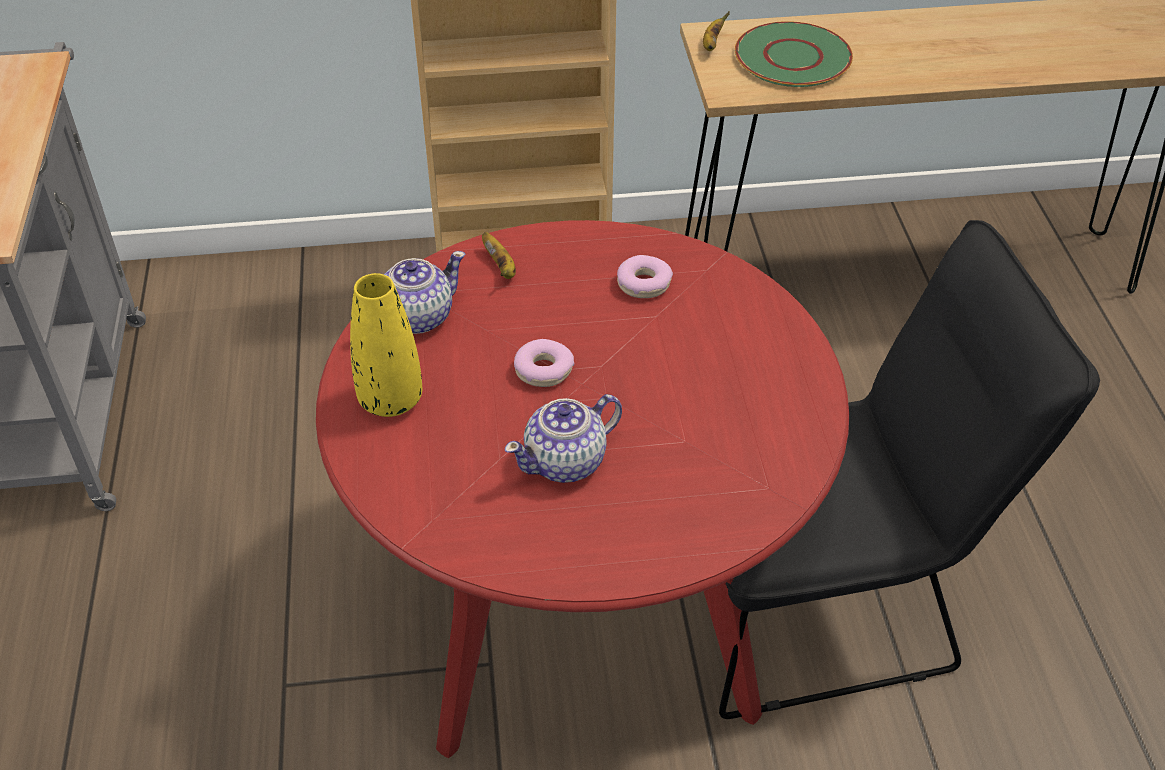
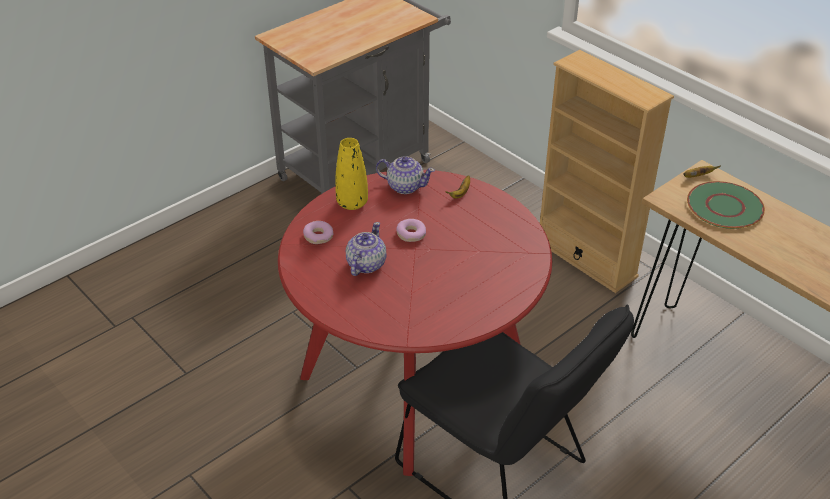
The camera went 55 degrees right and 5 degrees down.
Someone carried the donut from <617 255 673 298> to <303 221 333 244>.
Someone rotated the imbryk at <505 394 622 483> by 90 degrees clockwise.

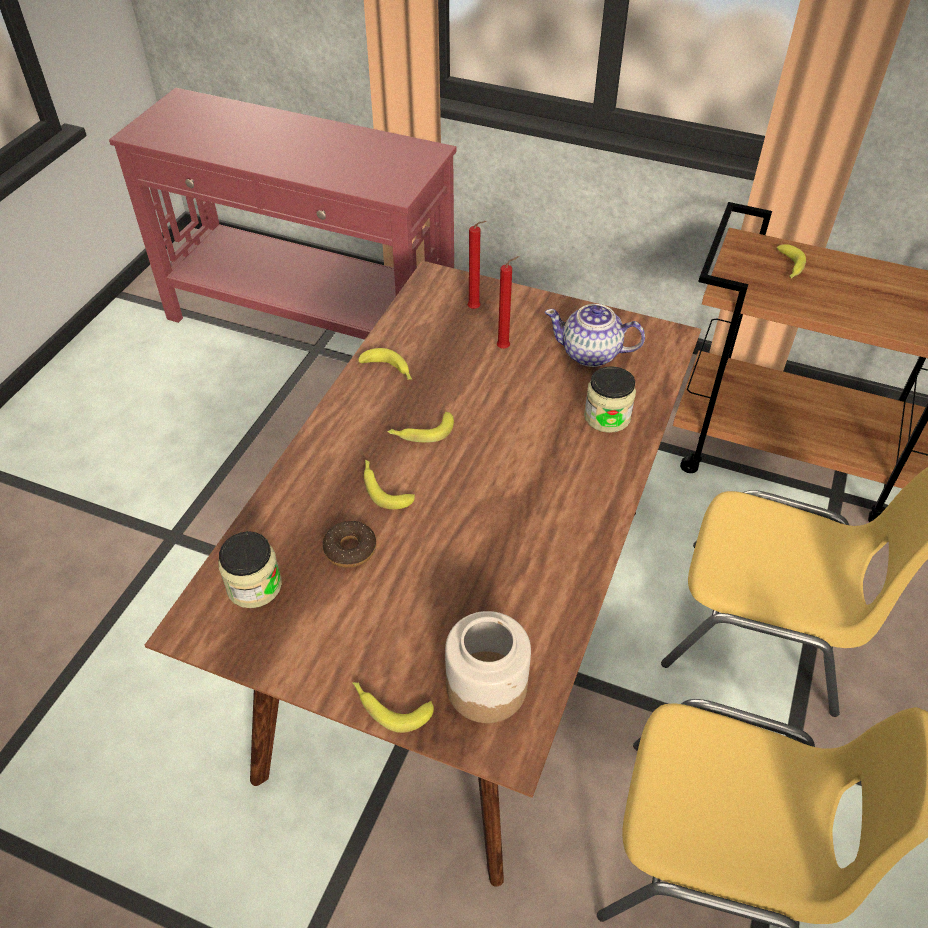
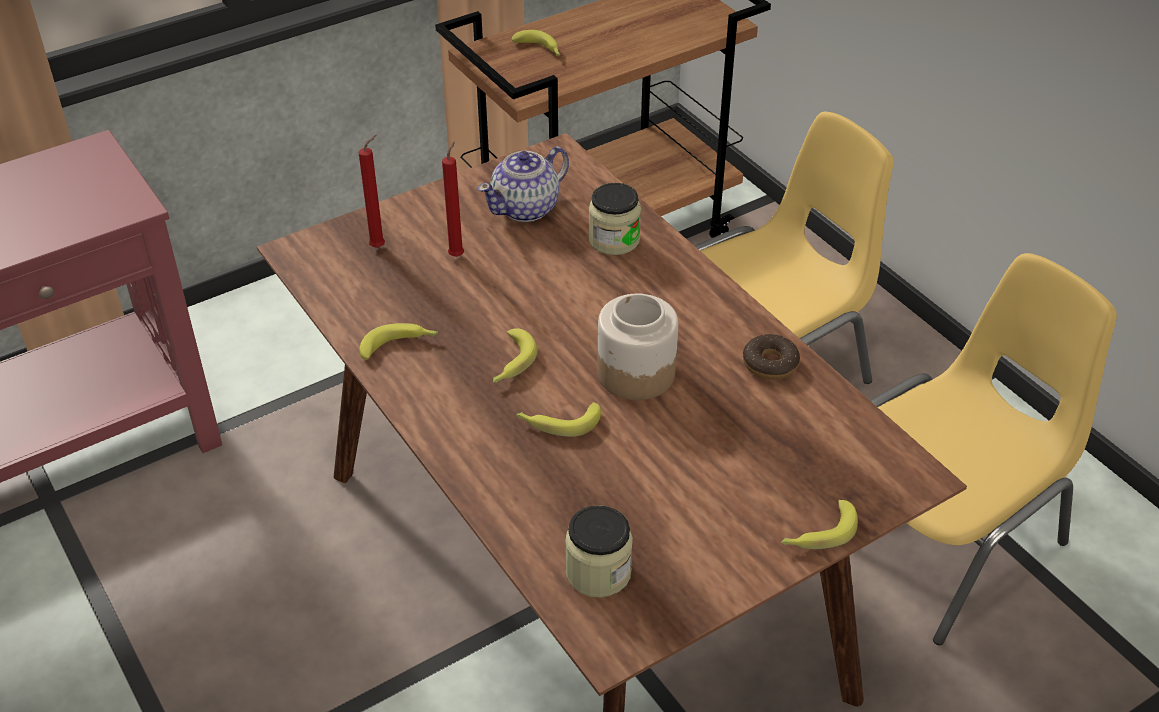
The camera went 55 degrees left and 5 degrees down.
Someone carried the donut from <323 521 376 568> to <743 334 800 380>.
Someone carried the słoik from <445 611 531 723> to <597 293 678 400>.

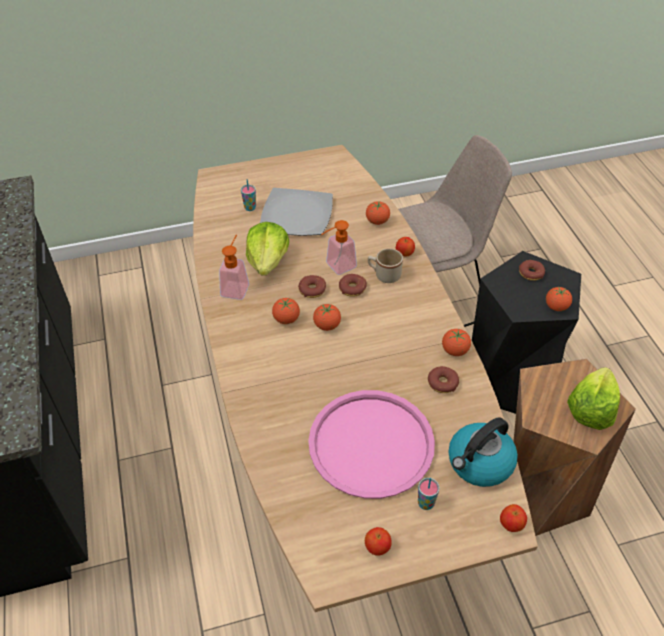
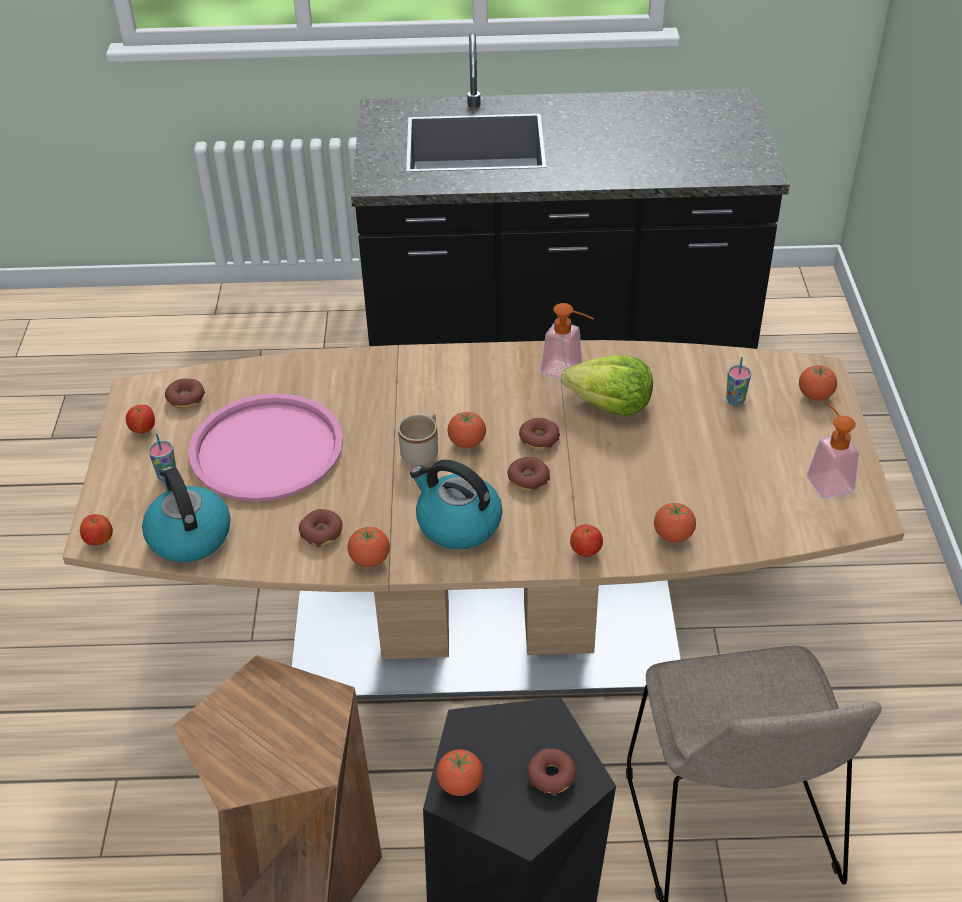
The camera went 105 degrees right and 5 degrees down.
Someone took away the talerz at <260 188 333 236>.
Someone took away the sałata at <567 367 620 430>.
Someone put down the donut at <165 378 205 408>.
Someone put down the czajnik at <410 460 503 550>.
Someone carried the pomidor from <272 298 300 324> to <799 365 837 401>.
Someone carried the dozownik mydła from <321 220 357 275> to <807 401 859 499>.
Someone carried the kubek [beżowy] from <368 249 403 283> to <398 412 438 466>.

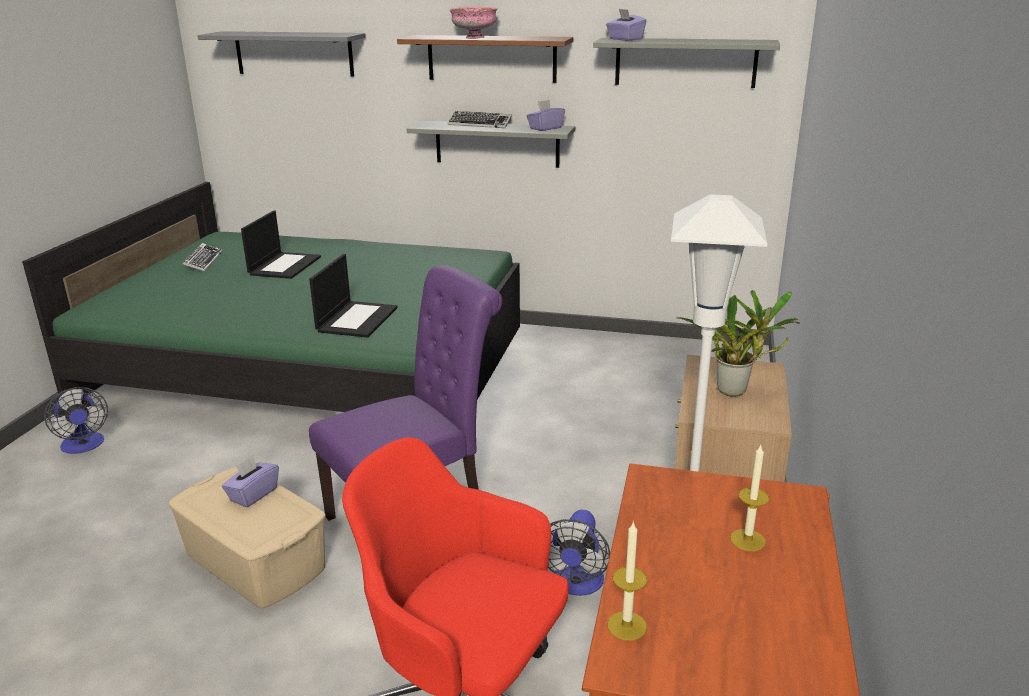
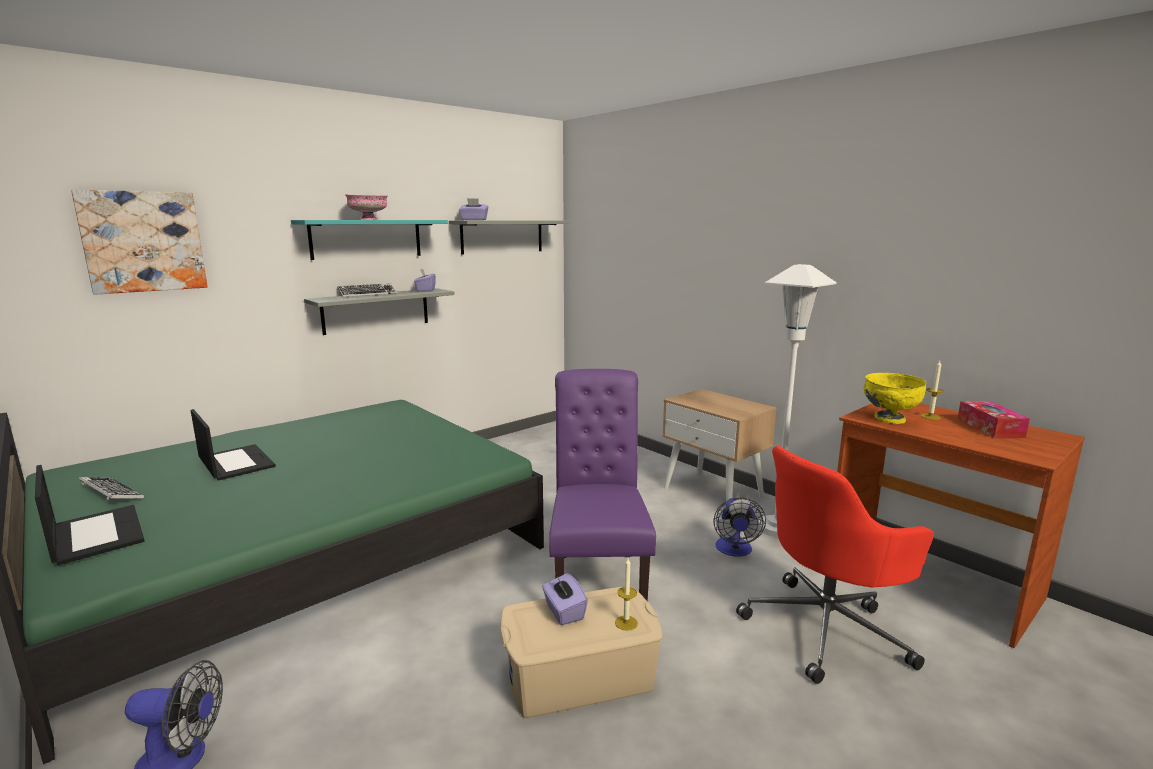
The camera went 55 degrees left and 10 degrees down.
Someone took away the roślina doniczkowa at <676 290 799 397>.
Someone put down the miska [żółty] at <864 373 926 424>.
Someone put down the pudełko chusteczek at <958 401 1030 438>.
Someone carried the laptop from <309 254 398 338> to <35 465 144 565>.
Someone carried the świeca from <607 521 647 641> to <615 558 638 631>.
Someone swapped the półka [szary] at <197 31 365 76> for the obraz at <71 190 208 295>.
Someone repainted the półka [brązowy] at <397 35 573 83>, which became the półka [turkusowy] at <291 220 448 260>.
Someone rotated the wentylator at <548 510 610 596> by 45 degrees clockwise.

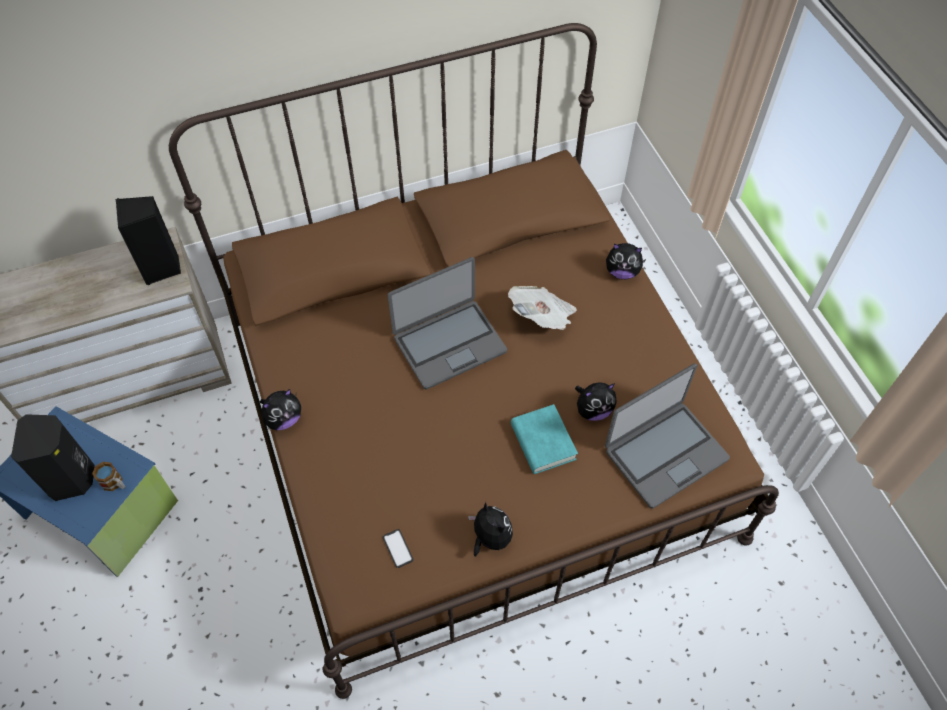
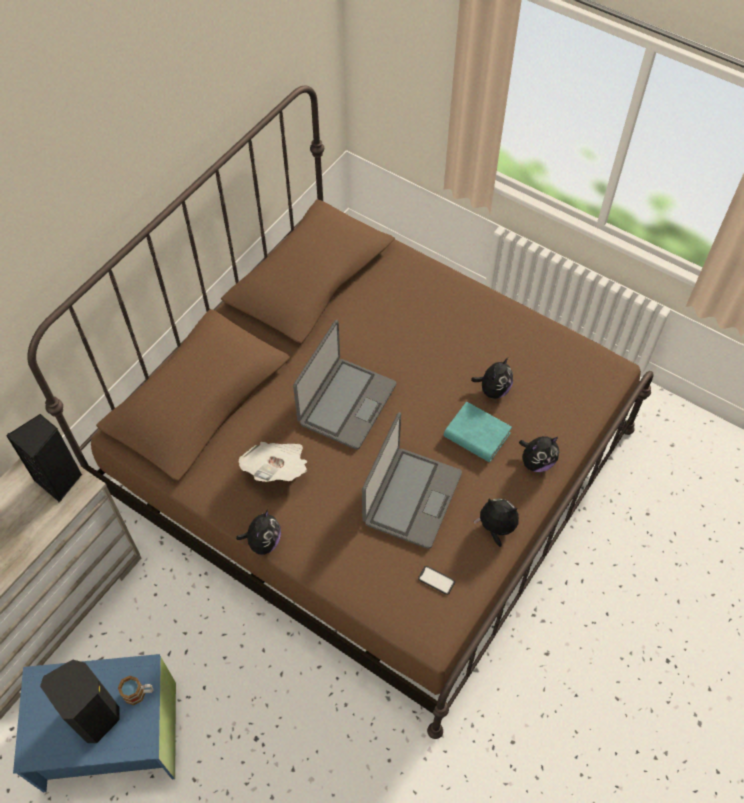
The camera went 35 degrees left and 0 degrees up.
Someone carried the gazeta from <508 286 577 330> to <239 442 307 482>.
Someone carried the laptop from <605 364 730 509> to <362 412 462 549>.
Someone carried the pluszak from <606 243 646 279> to <519 436 559 472>.

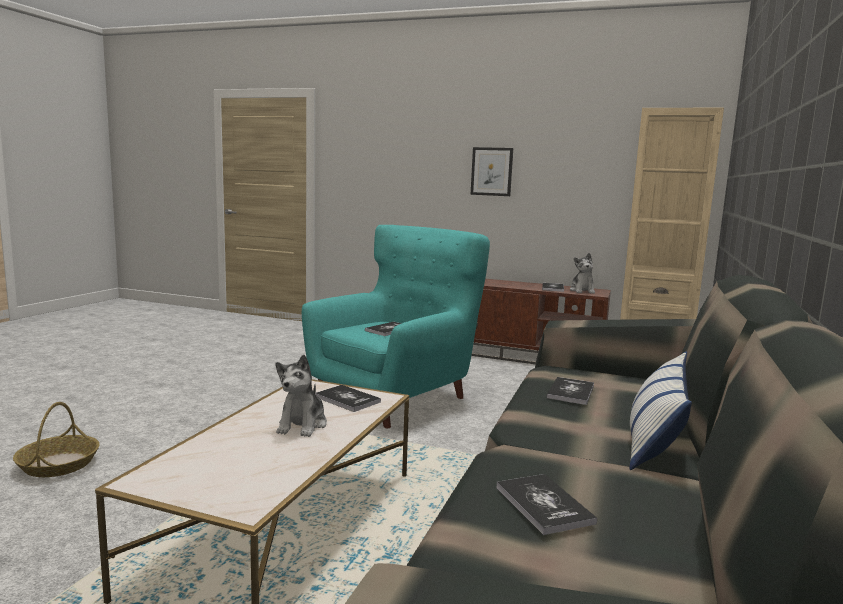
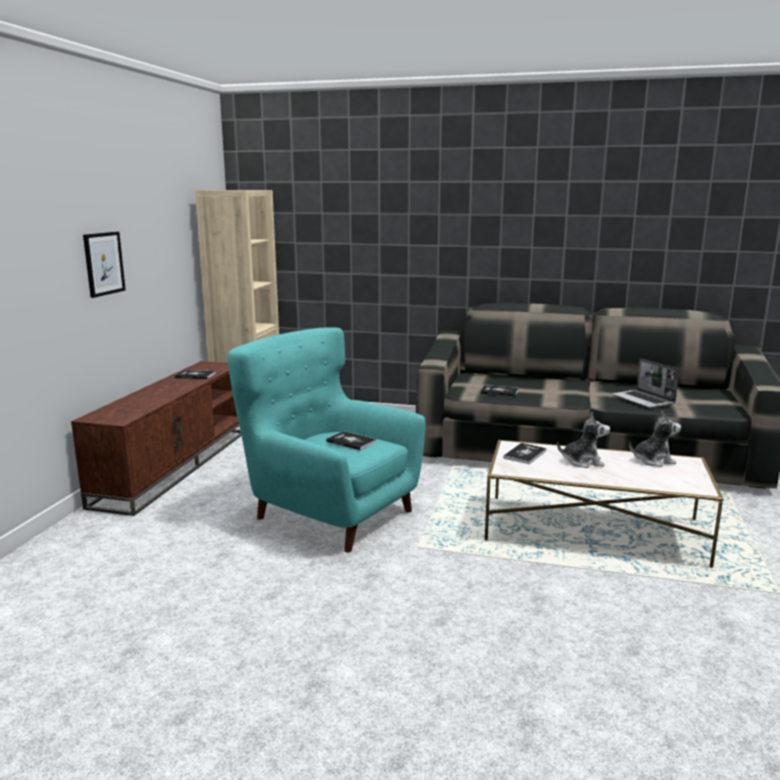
The camera went 95 degrees left and 5 degrees up.
Someone took away the koszyk at <13 402 100 477>.
Someone took away the poduszka at <630 351 692 470>.
Someone carried the pluszak from <570 253 595 294> to <629 410 681 467>.
Someone swapped the książka at <496 474 597 535> for the laptop at <612 358 679 408>.

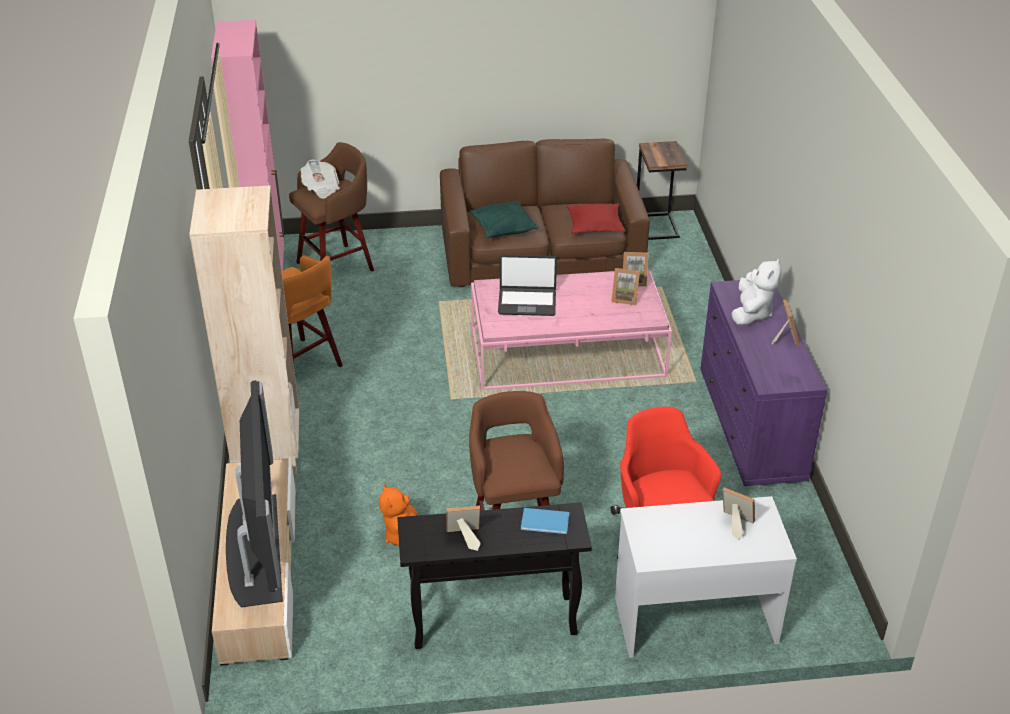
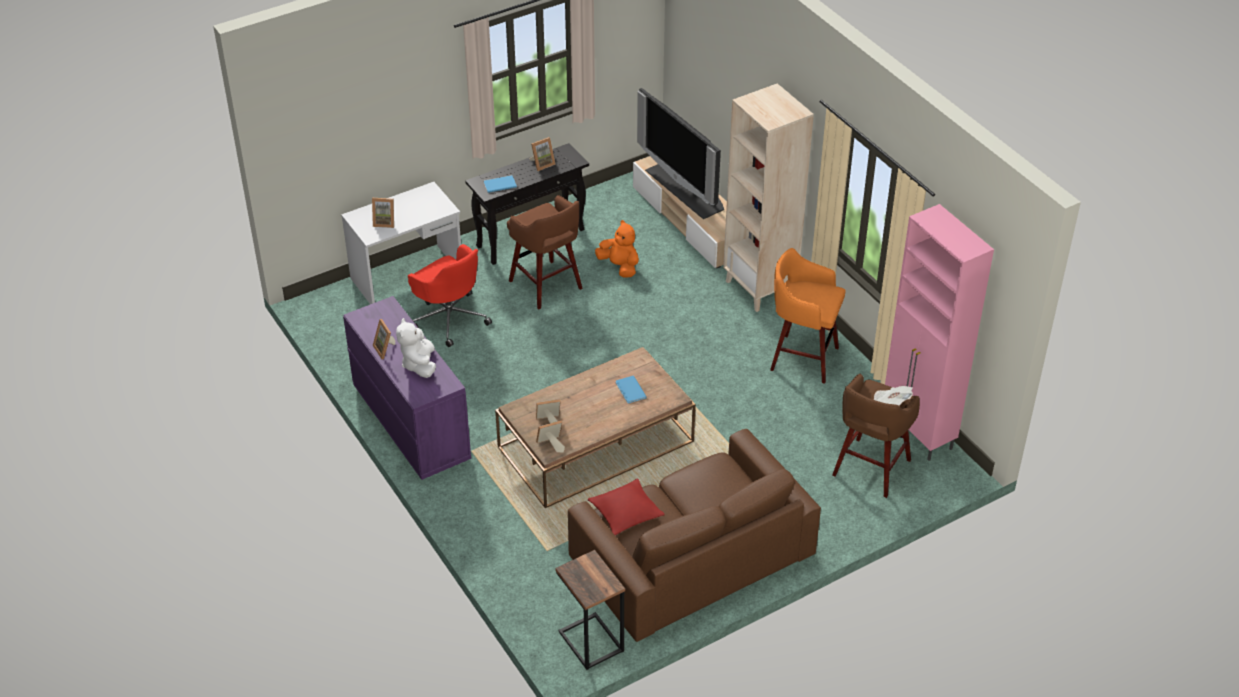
The camera went 155 degrees right and 5 degrees up.
Someone took away the poduszka [zielony] at <470 201 539 238>.
Someone swapped the laptop at <498 255 557 316> for the książka [niebieski] at <616 376 647 404>.
Someone repainted the ława [różowy] at <471 269 672 390>, which became the ława [brązowy] at <495 347 696 508>.

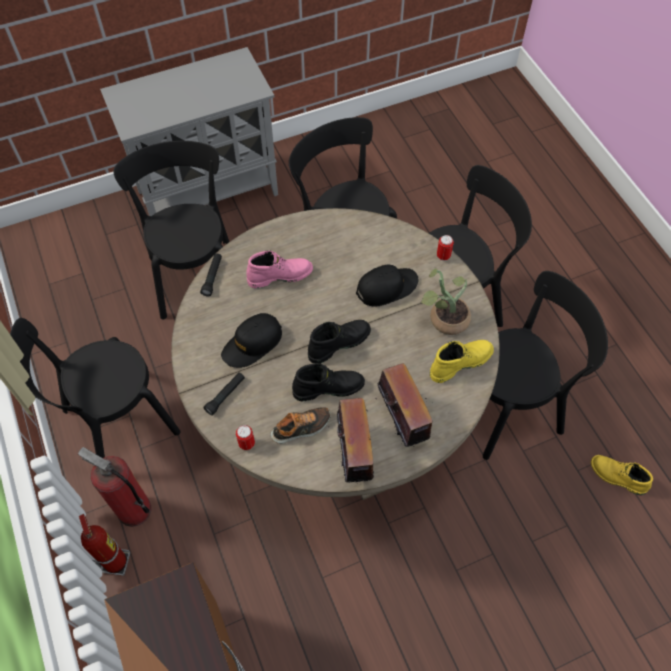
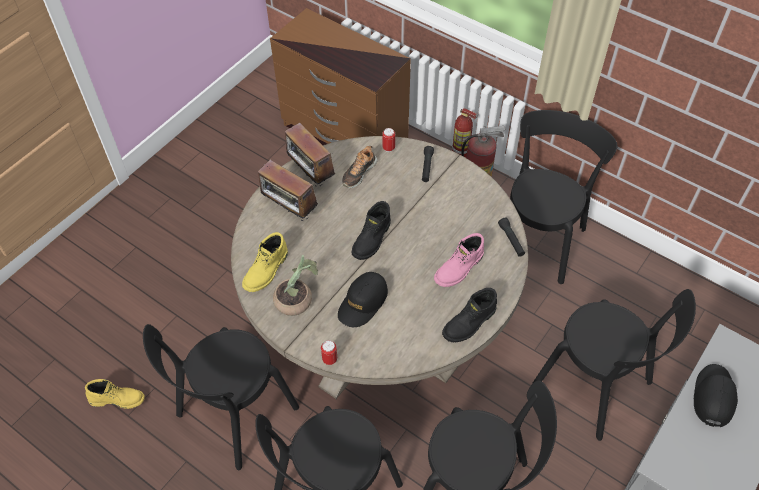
The camera went 150 degrees right and 5 degrees down.
Someone carried the czapka z daszkiem [czarny] from <221 313 282 368> to <694 364 738 427>.
Someone carried the but z cholewką [czarny] from <292 363 365 401> to <442 288 497 343>.

